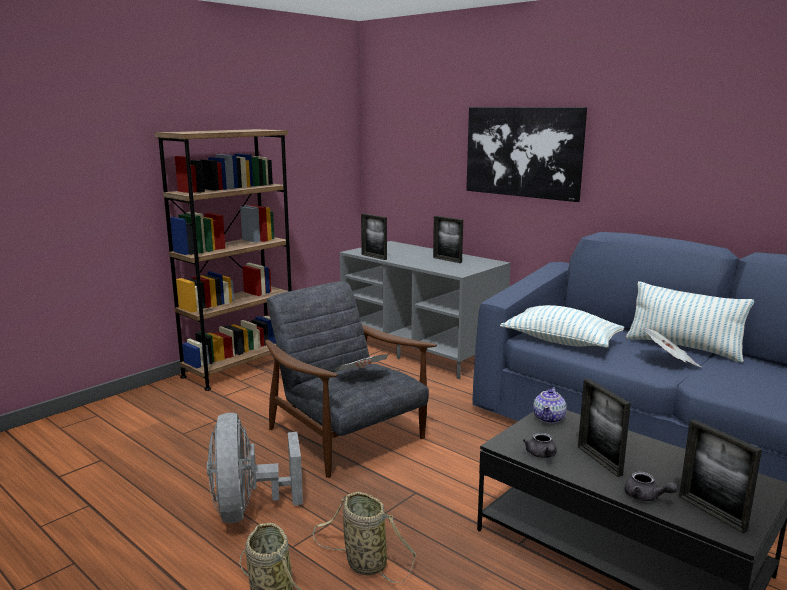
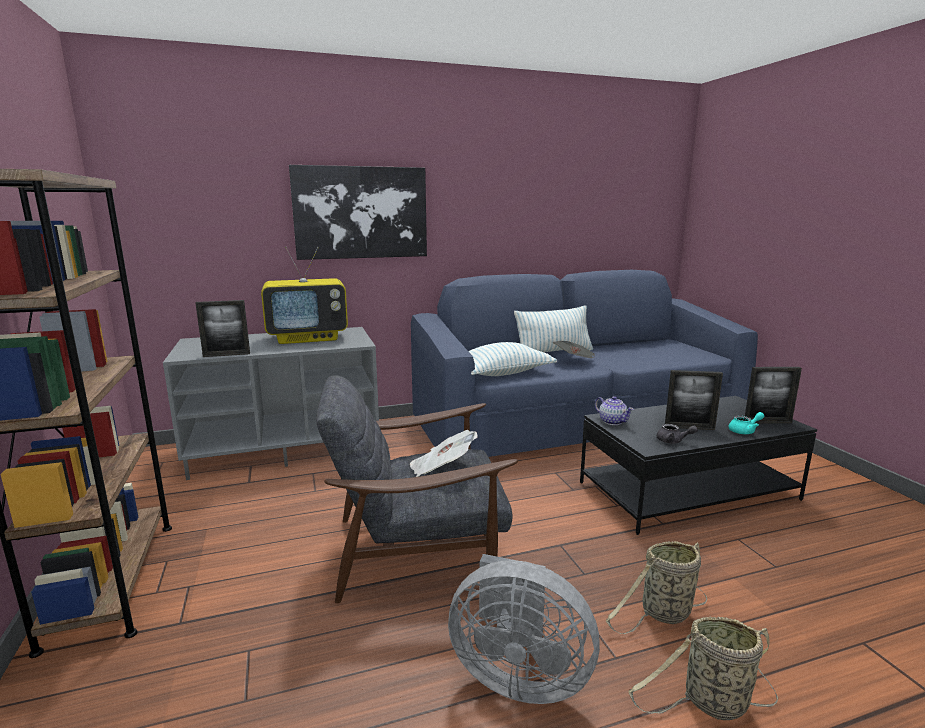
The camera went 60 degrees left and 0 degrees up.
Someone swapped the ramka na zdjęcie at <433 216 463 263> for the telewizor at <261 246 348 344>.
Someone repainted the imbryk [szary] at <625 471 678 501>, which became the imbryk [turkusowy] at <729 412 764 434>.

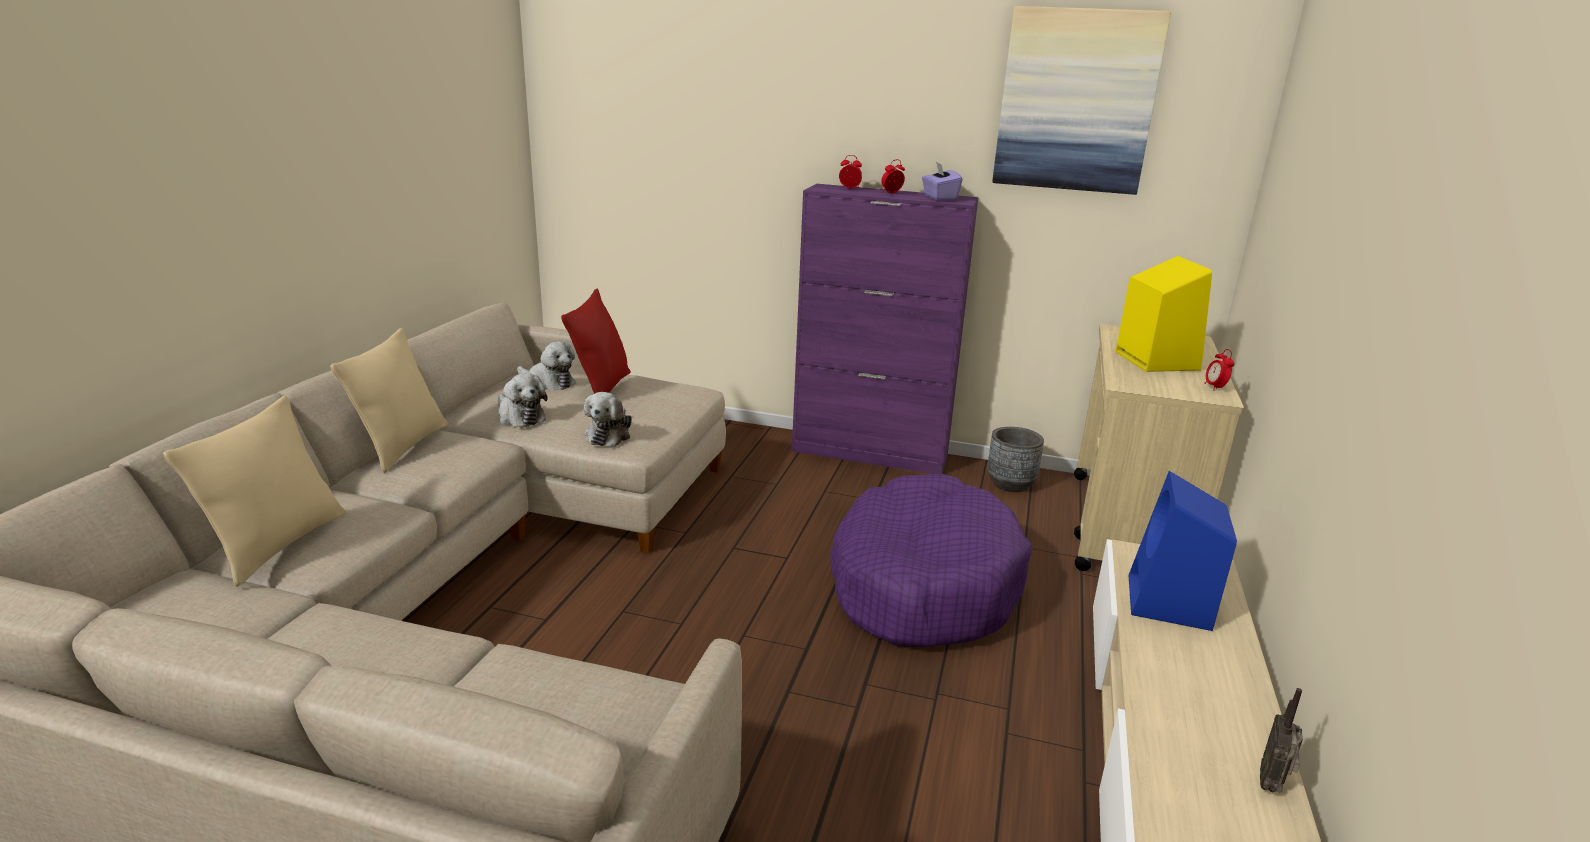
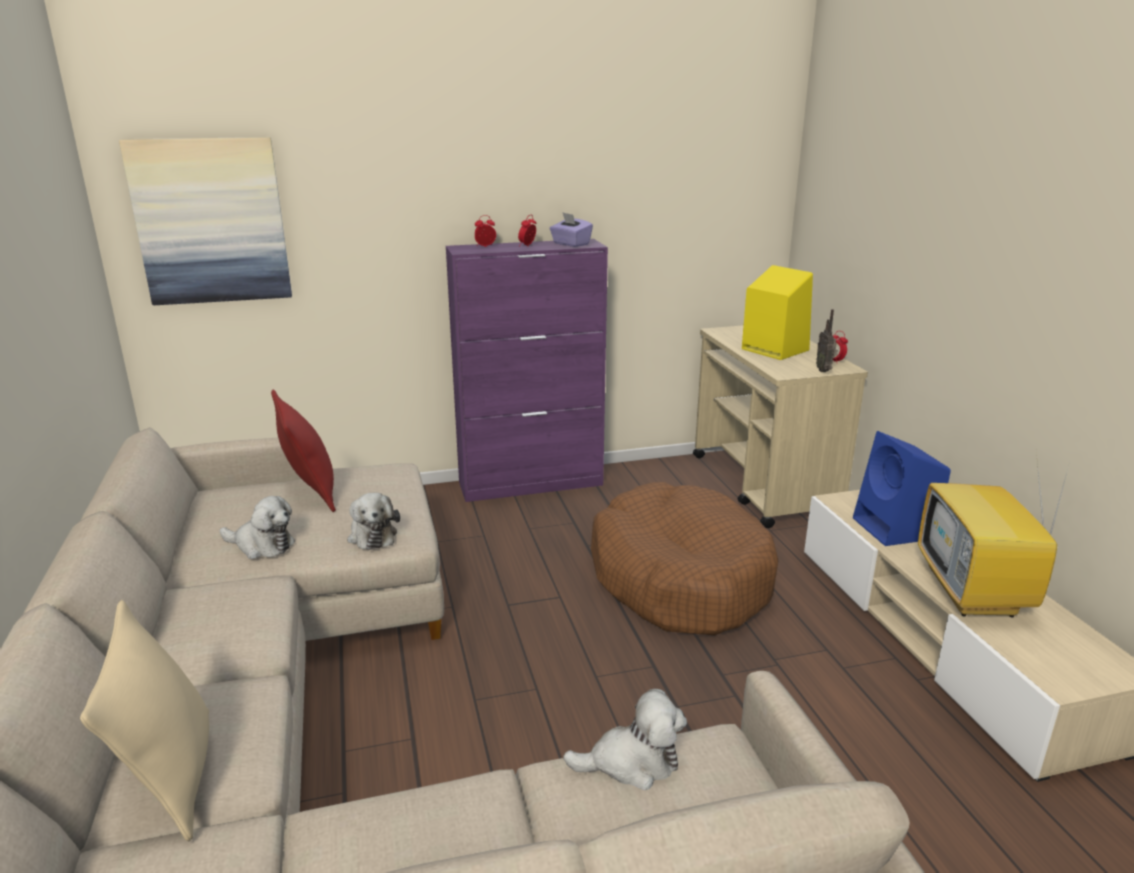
The camera went 30 degrees left and 0 degrees up.
Someone took away the poduszka [beżowy] at <330 328 448 473>.
Someone took away the donica [szary] at <987 427 1044 492>.
Someone put down the telewizor at <918 453 1070 618>.
Someone carried the pluszak from <517 341 576 390> to <563 689 687 790>.
Someone carried the obraz from <992 6 1171 195> to <119 137 292 305>.
Someone carried the radio from <1260 688 1303 793> to <816 309 838 372>.
Someone repainted the legowisko [fioletowy] at <830 474 1032 647>, which became the legowisko [brązowy] at <591 482 779 635>.

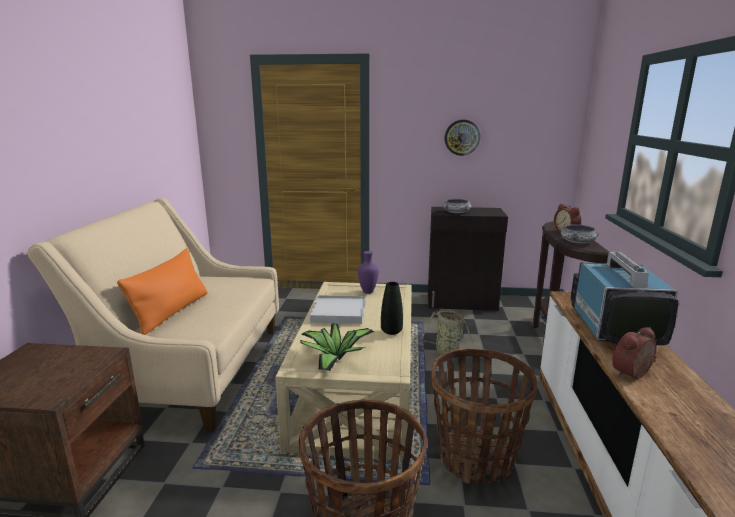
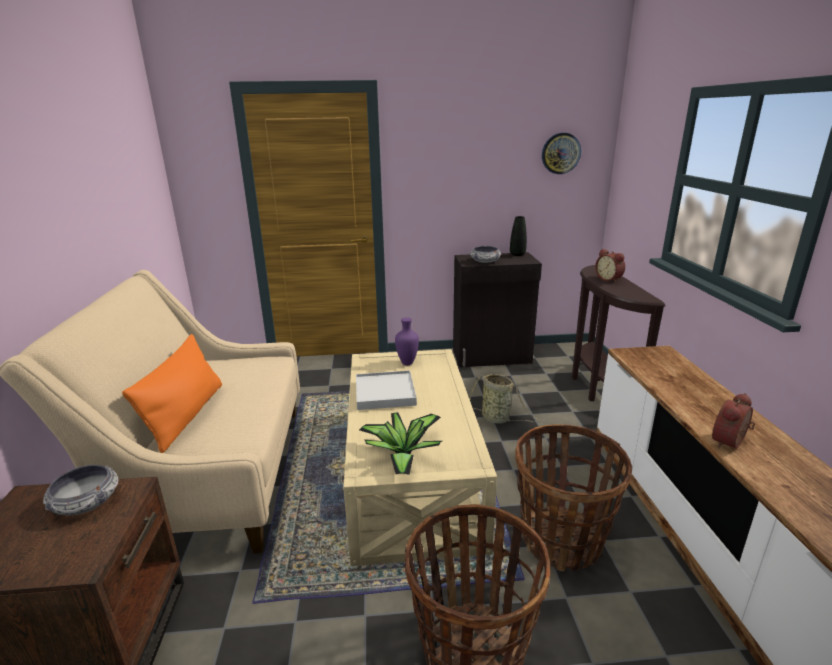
The camera went 10 degrees left and 5 degrees up.
Someone took away the telewizor at <571 252 678 345>.
Someone carried the wazon [czarny] from <381 282 403 335> to <510 216 527 256>.
Someone carried the zegar ścienny from <445 120 480 156> to <542 133 581 174>.
Someone carried the miska from <561 225 599 243> to <43 465 118 515>.

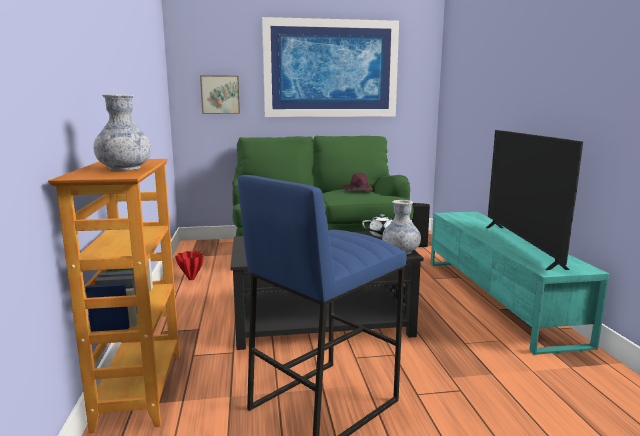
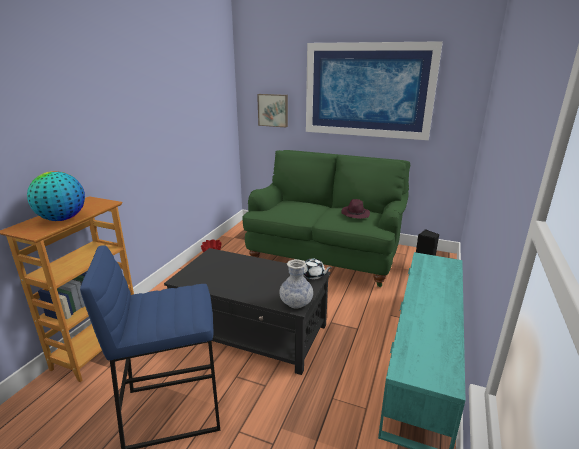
The camera went 30 degrees right and 10 degrees up.
Someone took away the telewizor at <486 130 583 270>.
Someone swapped the wazon at <93 94 151 171> for the globus at <27 171 85 221>.

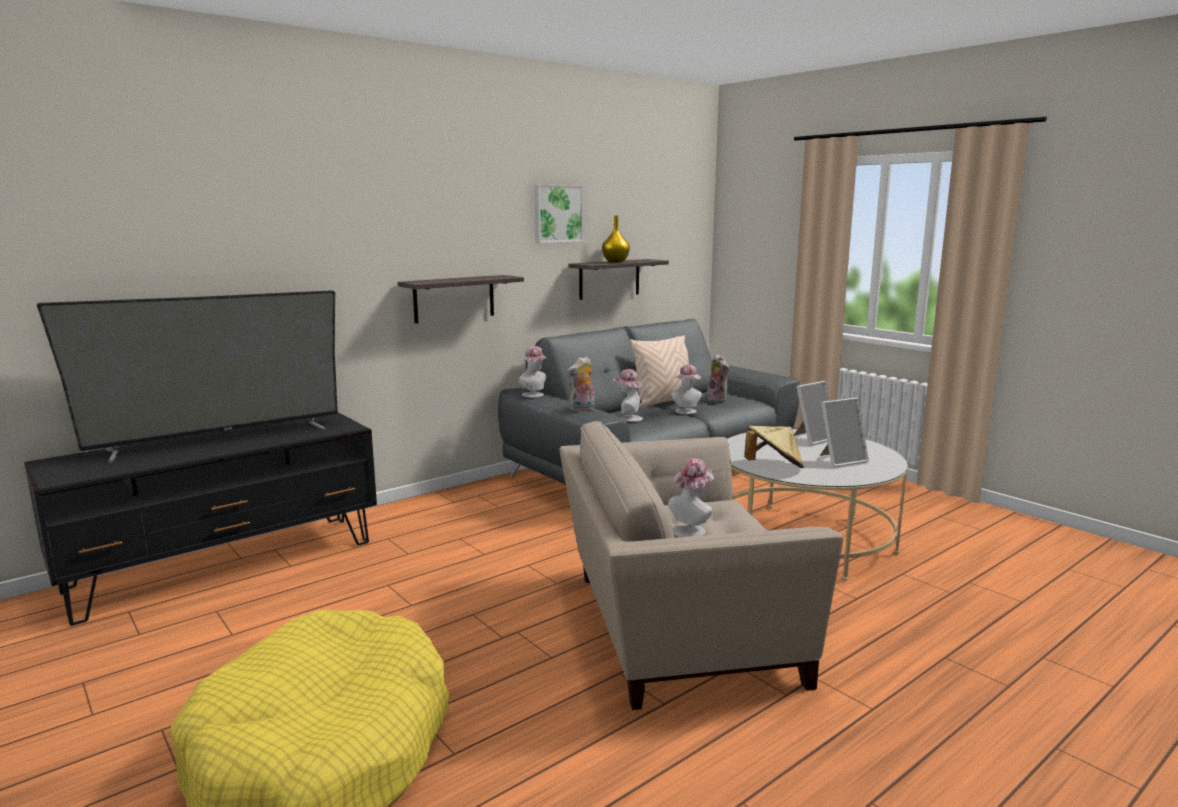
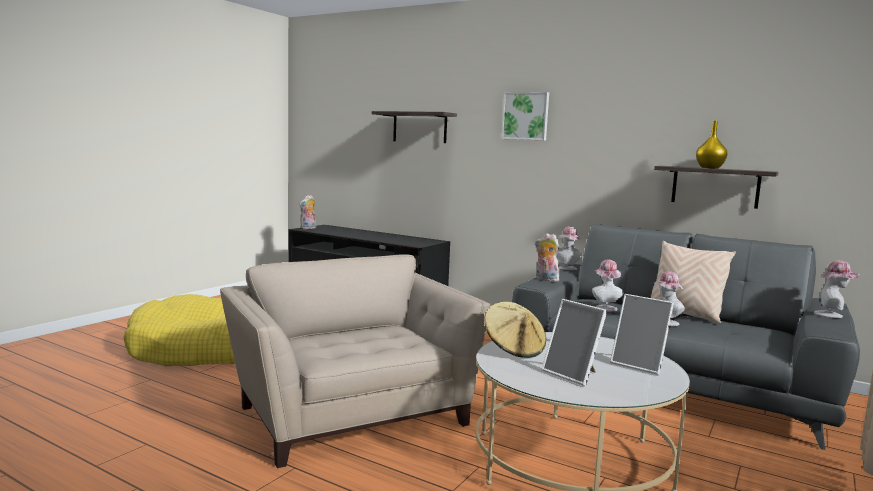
The camera went 70 degrees right and 5 degrees down.
Someone took away the telewizor at <37 290 338 463>.
Someone carried the półka from <398 275 524 324> to <372 111 457 143>.
Someone carried the obraz from <534 184 584 243> to <501 92 549 141>.
Someone carried the kapelusz from <668 458 714 537> to <814 260 860 318>.
Someone carried the pluszak from <707 354 730 402> to <299 195 316 229>.

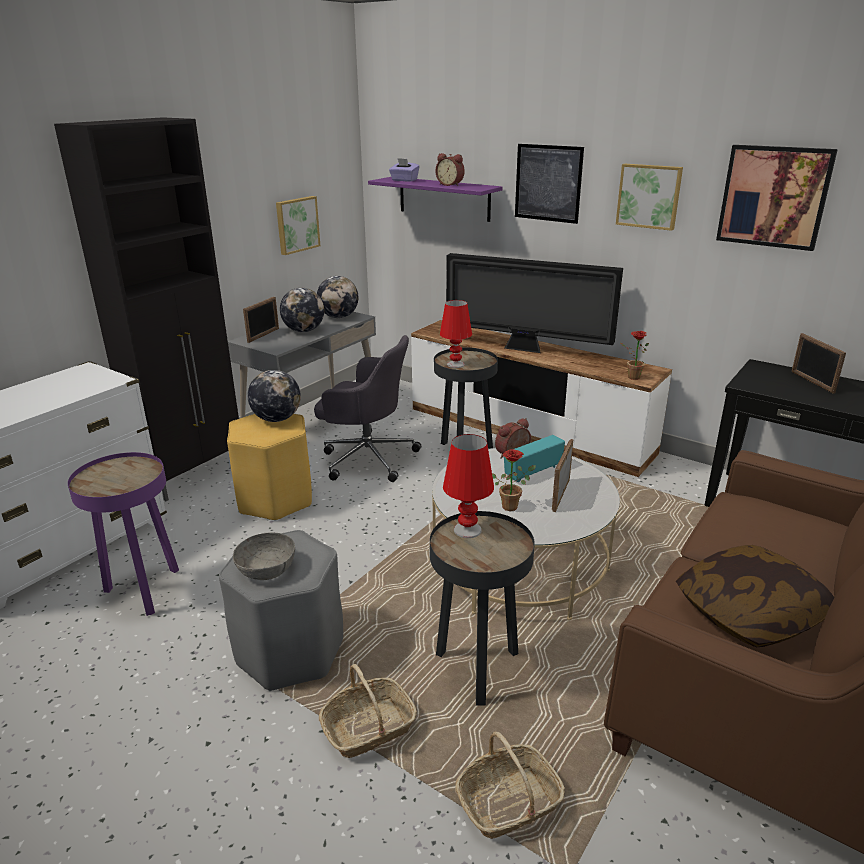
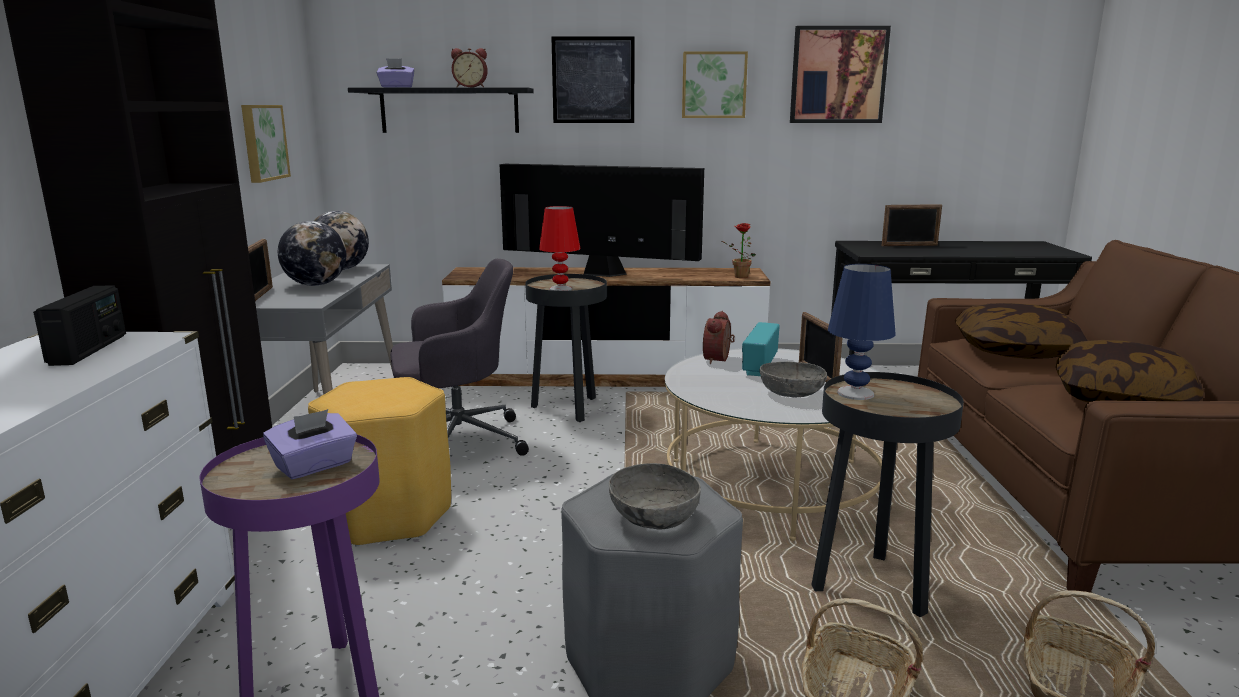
The camera went 35 degrees left and 10 degrees down.
Someone took away the globus at <248 370 301 422>.
Someone put down the radio at <33 285 126 366>.
Someone put down the pudełko chusteczek [fioletowy] at <263 409 357 479>.
Someone put down the poduszka at <955 303 1088 359>.
Someone swapped the roślina doniczkowa at <492 449 536 511> for the miska [szary] at <760 362 827 397>.
Someone repainted the półka [fioletowy] at <368 177 503 222>, which became the półka [czarny] at <348 87 534 133>.
Someone repainted the lampa stołowa [czerwony] at <443 434 494 538>, which became the lampa stołowa [niebieski] at <828 264 896 400>.
Someone rotated the telewizor at <446 253 623 353> by 150 degrees counterclockwise.
Someone rotated the ramka na zdjęcie at <792 333 846 394> by 45 degrees counterclockwise.

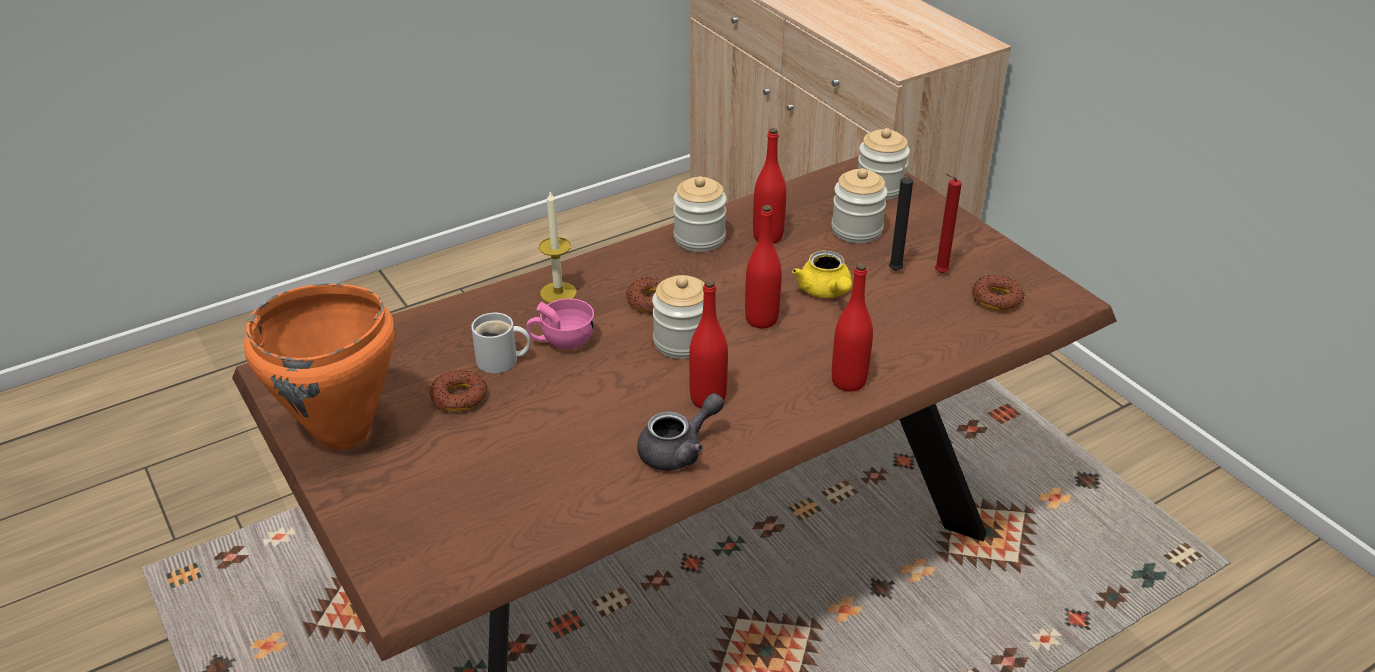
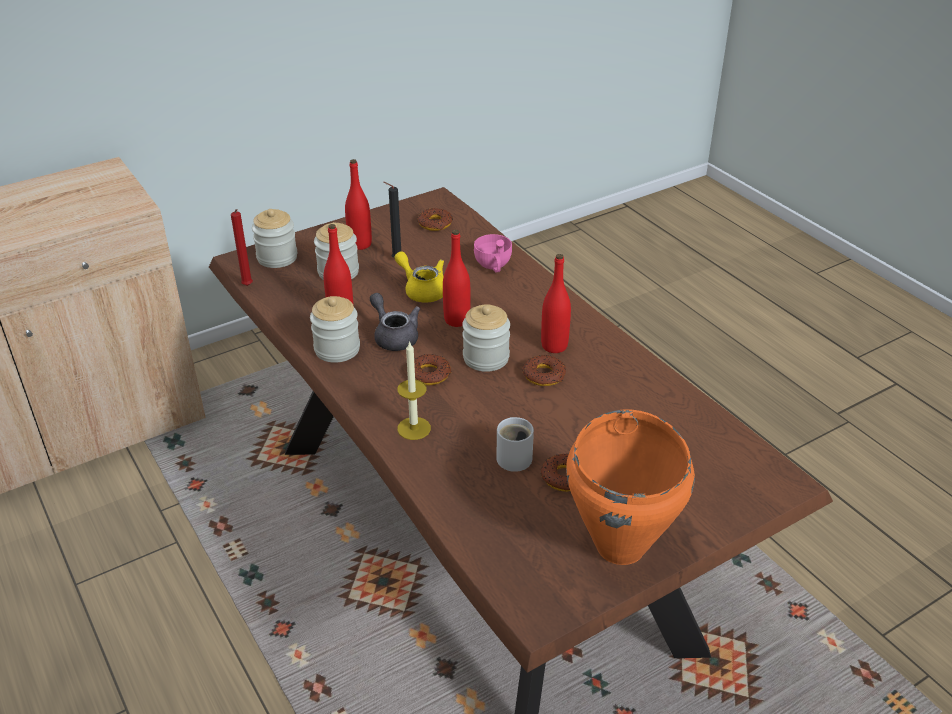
The camera went 90 degrees left and 0 degrees up.
Someone put down the donut at <522 355 566 386>.
Someone carried the filiżanka [różowy] from <526 299 595 350> to <474 234 512 273>.
Someone carried the imbryk [szary] from <637 393 724 471> to <370 293 420 351>.
Someone carried the butelka [czerwony] from <832 263 873 392> to <345 159 372 250>.
Someone carried the świeca [czerwony] from <935 174 962 273> to <231 209 253 286>.
Someone rotated the imbryk [żółty] at <792 250 852 298> by 120 degrees counterclockwise.

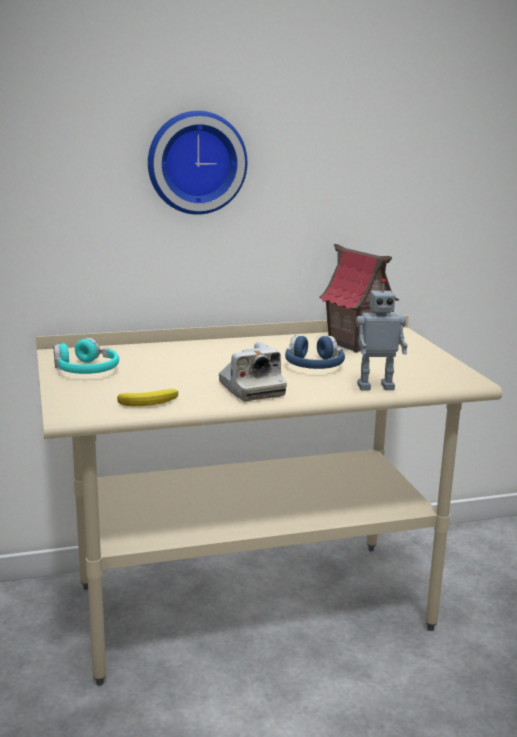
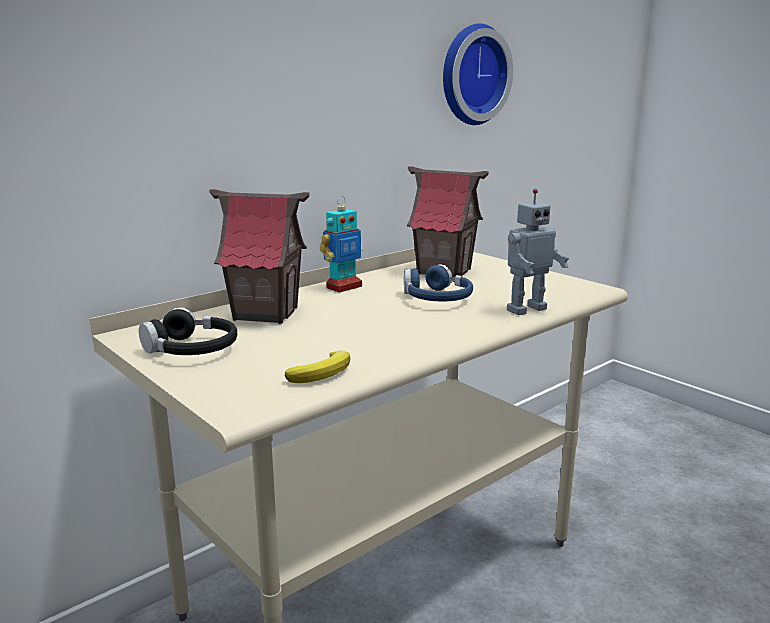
The camera went 25 degrees left and 0 degrees up.
Someone took away the aparat fotograficzny at <219 342 287 401>.
Someone put down the domek at <209 189 310 324>.
Someone put down the robot zabawkowy at <320 196 363 293>.
Someone carried the zegar ścienny from <148 111 247 215> to <443 23 513 125>.
Someone repainted the słuchawki [turkusowy] at <54 338 119 374>, which became the słuchawki [czarny] at <139 307 237 355>.

